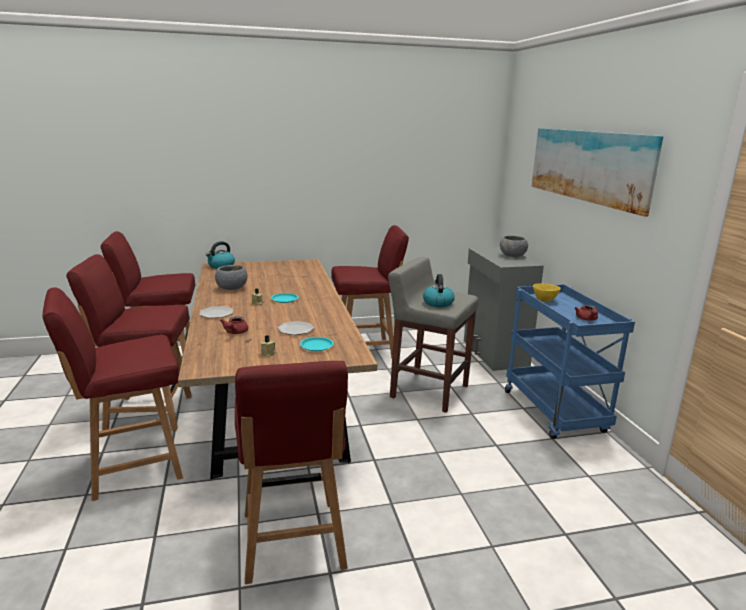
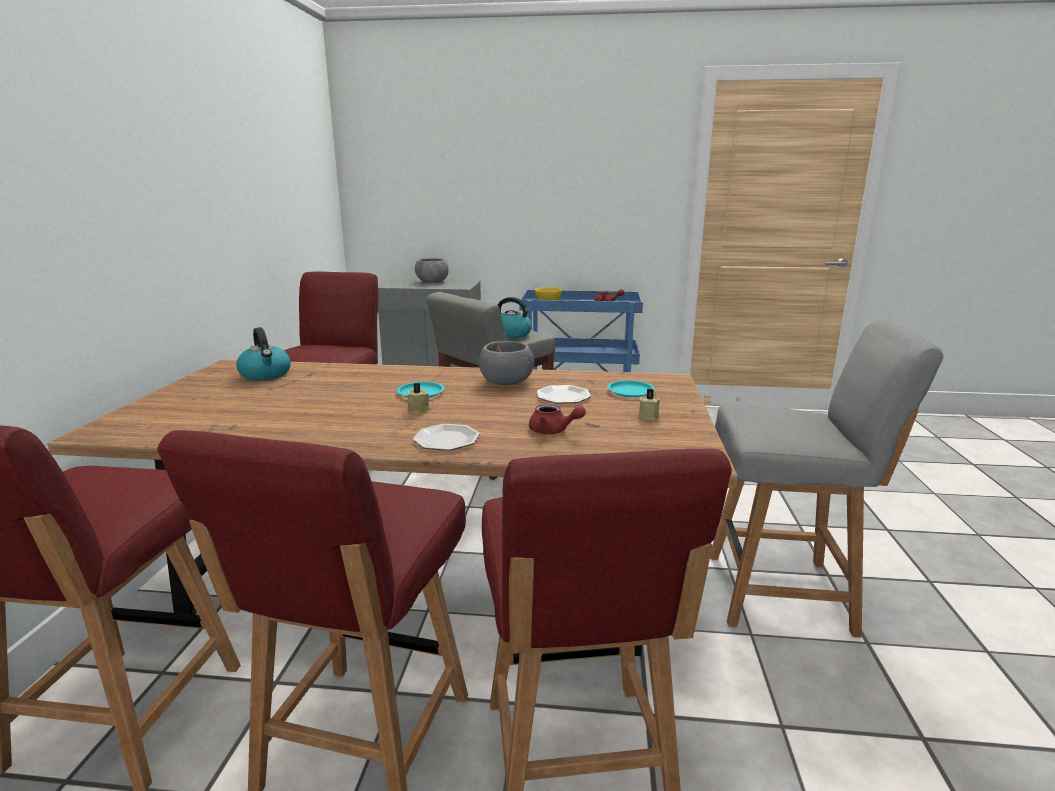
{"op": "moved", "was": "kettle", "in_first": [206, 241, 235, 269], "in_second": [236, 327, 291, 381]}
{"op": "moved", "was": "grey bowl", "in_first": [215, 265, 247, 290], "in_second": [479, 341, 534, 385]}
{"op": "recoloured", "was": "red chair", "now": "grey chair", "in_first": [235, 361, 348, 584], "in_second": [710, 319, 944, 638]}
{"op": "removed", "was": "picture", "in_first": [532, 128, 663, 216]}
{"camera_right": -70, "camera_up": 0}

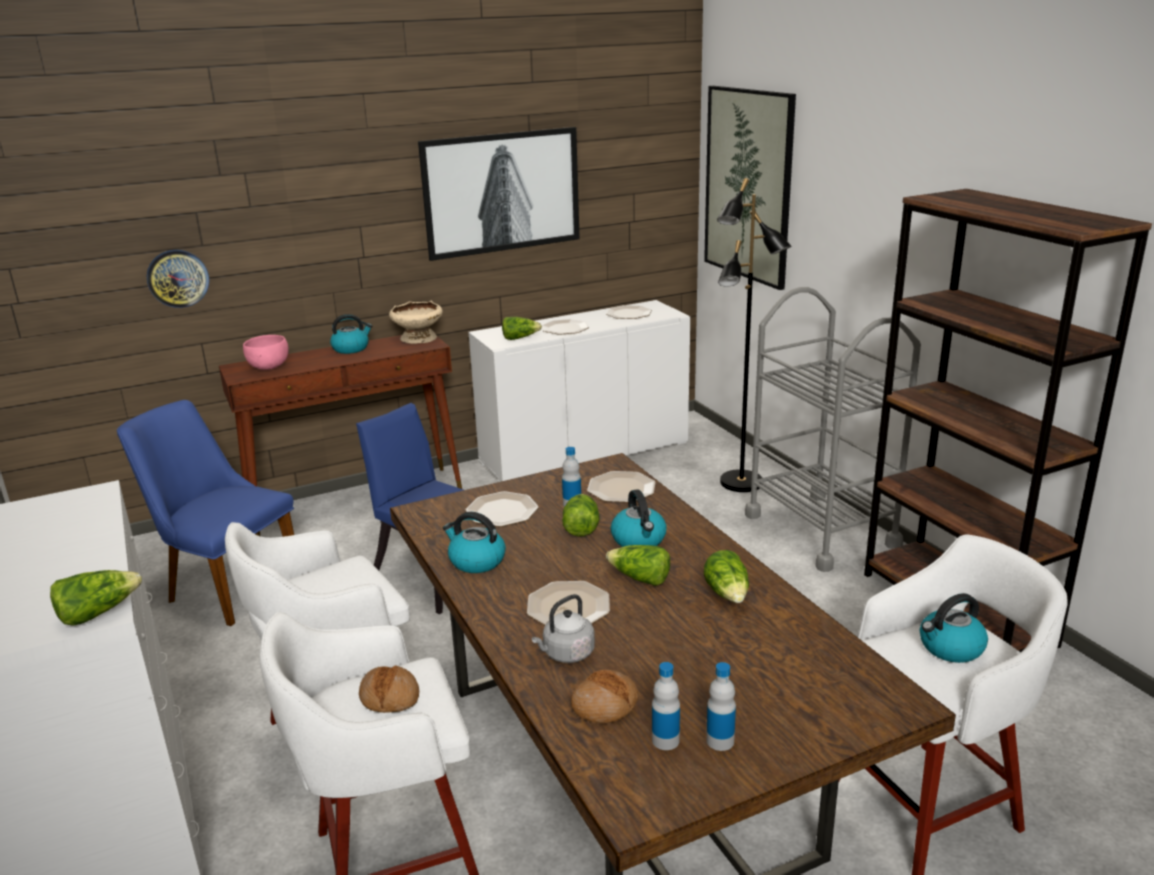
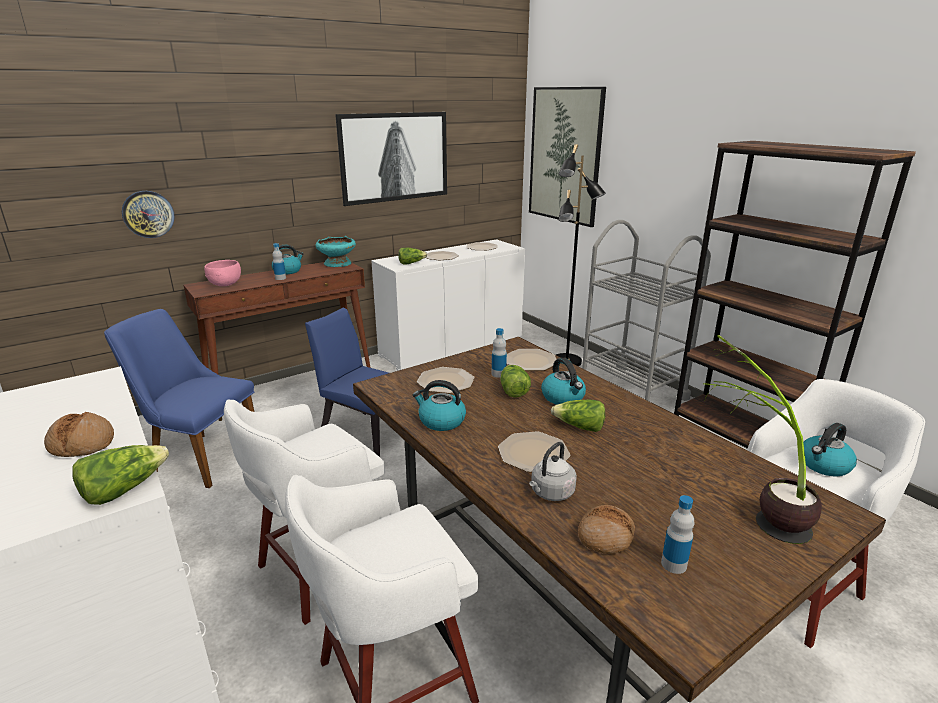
{"op": "moved", "was": "bread", "in_first": [359, 666, 419, 713], "in_second": [44, 412, 114, 457]}
{"op": "moved", "was": "bottle", "in_first": [706, 662, 736, 751], "in_second": [272, 243, 286, 280]}
{"op": "recoloured", "was": "beige bowl", "now": "turquoise bowl", "in_first": [389, 300, 443, 344], "in_second": [315, 236, 356, 267]}
{"op": "added", "now": "potted plant", "in_second": [703, 335, 822, 544]}
{"op": "removed", "was": "lettuce", "in_first": [704, 550, 749, 603]}
{"camera_right": -10, "camera_up": 0}

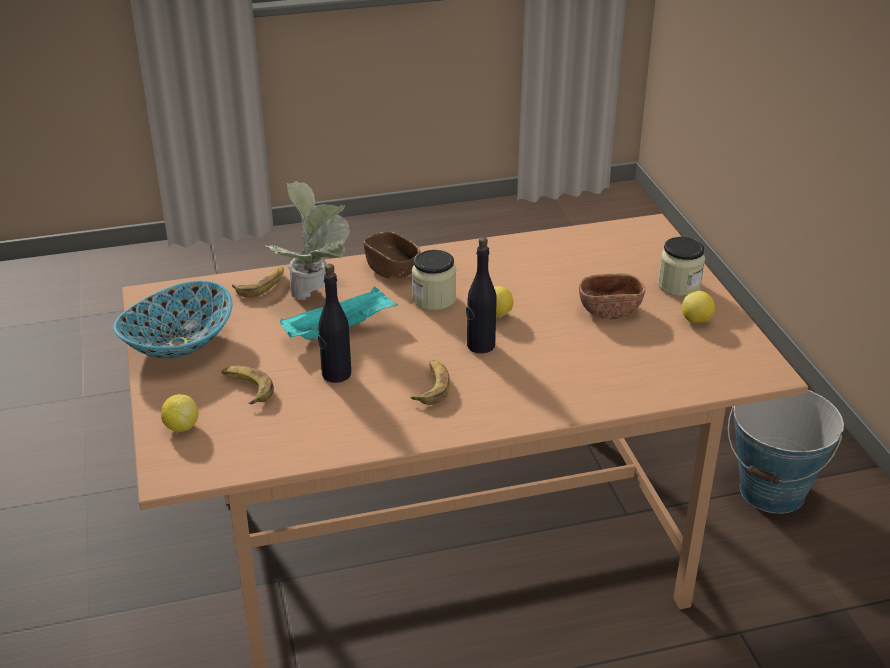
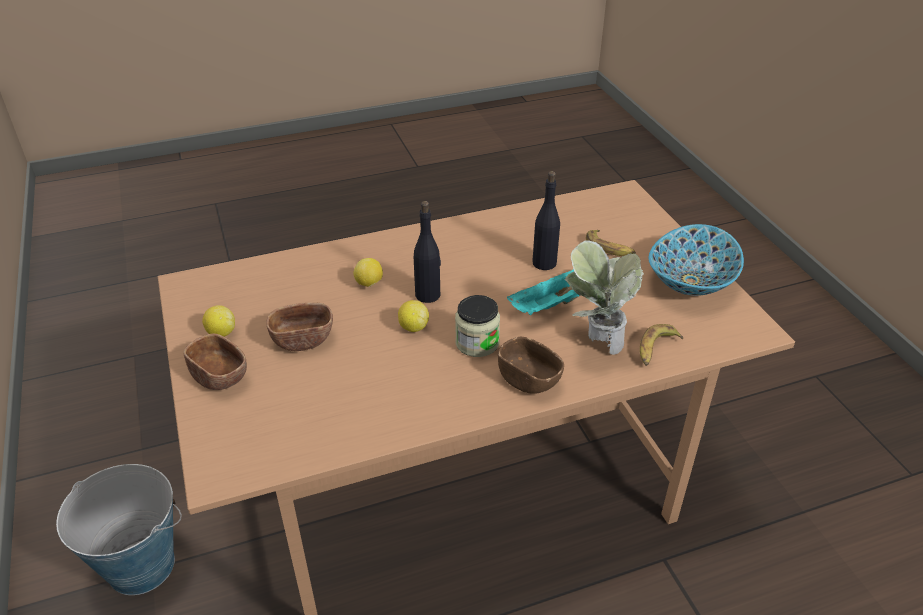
{"op": "replaced", "was": "jar", "now": "brown bowl", "in_first": [658, 237, 705, 296], "in_second": [183, 334, 247, 390]}
{"op": "moved", "was": "lemon", "in_first": [161, 394, 199, 432], "in_second": [354, 258, 383, 287]}
{"op": "removed", "was": "banana", "in_first": [410, 360, 450, 405]}
{"camera_right": 175, "camera_up": 5}

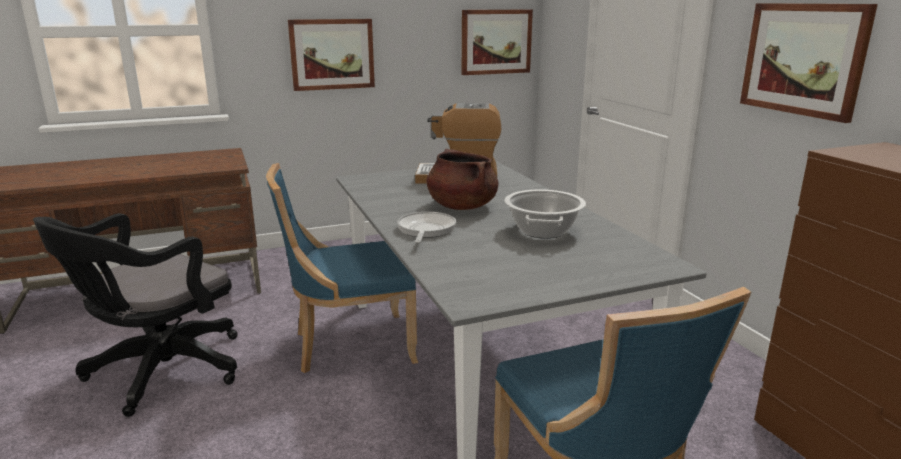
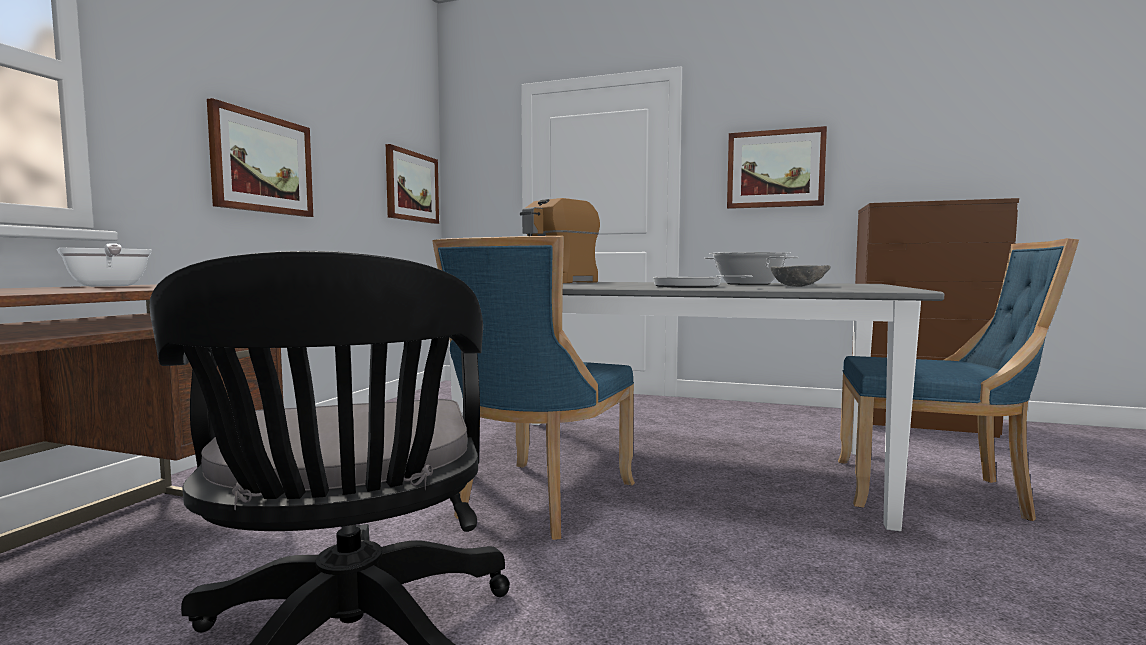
{"op": "added", "now": "frying pan", "in_second": [57, 243, 152, 287]}
{"op": "added", "now": "grey bowl", "in_second": [771, 265, 831, 287]}
{"op": "removed", "was": "brown cooking pot", "in_first": [426, 149, 498, 210]}
{"camera_right": -50, "camera_up": -15}

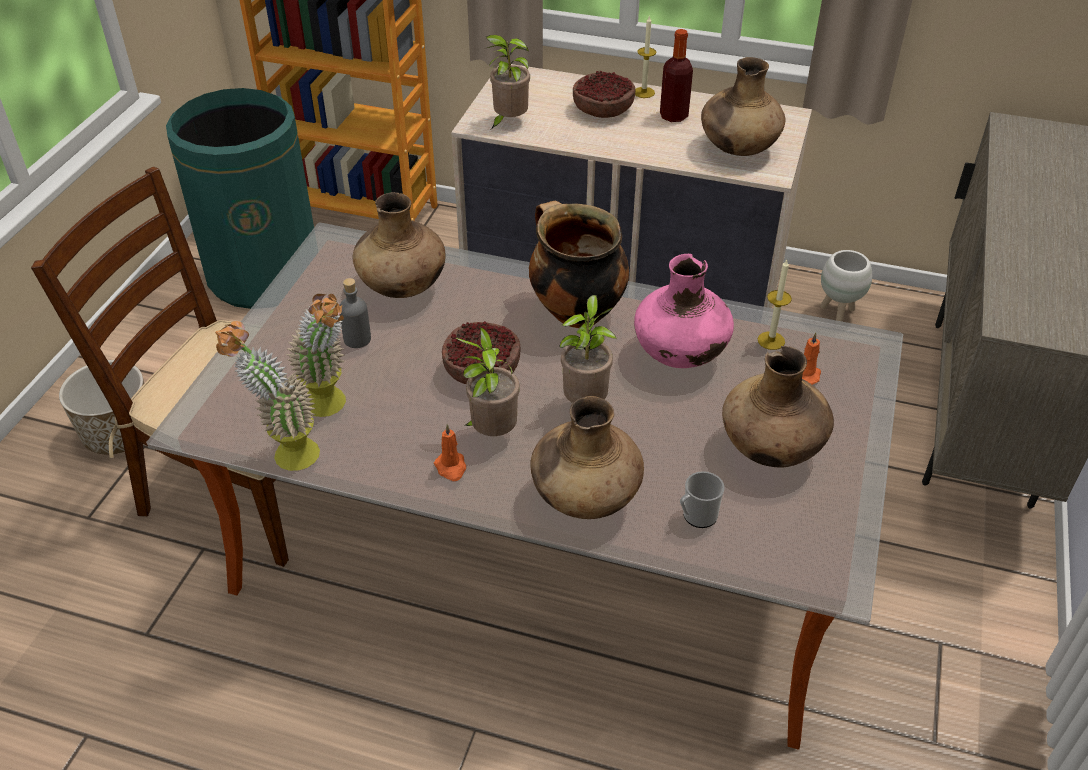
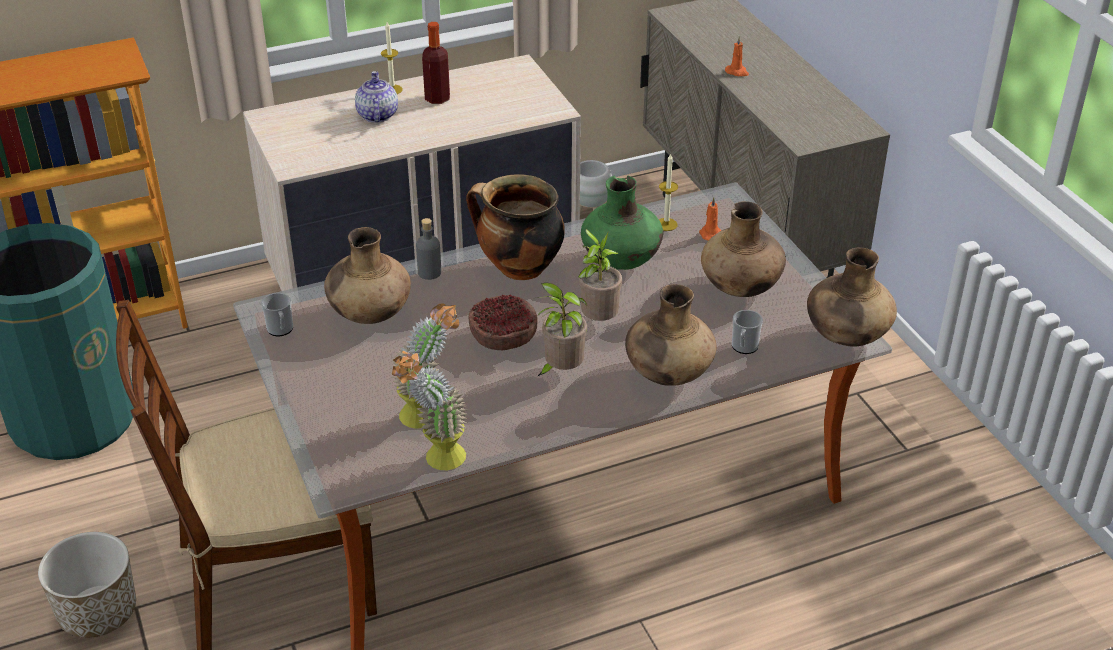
{"op": "added", "now": "mug", "in_second": [261, 293, 293, 336]}
{"op": "replaced", "was": "bowl", "now": "teapot", "in_first": [573, 71, 635, 118], "in_second": [355, 71, 398, 123]}
{"op": "moved", "was": "grey bottle", "in_first": [339, 278, 371, 348], "in_second": [416, 218, 441, 280]}
{"op": "recoloured", "was": "pink vase", "now": "green vase", "in_first": [634, 254, 734, 368], "in_second": [581, 175, 663, 270]}
{"op": "moved", "was": "orange candle", "in_first": [434, 424, 466, 481], "in_second": [725, 36, 749, 76]}
{"op": "moved", "was": "brown vase", "in_first": [701, 57, 785, 156], "in_second": [807, 247, 897, 347]}
{"op": "removed", "was": "potted plant", "in_first": [486, 35, 530, 129]}
{"camera_right": -40, "camera_up": -5}

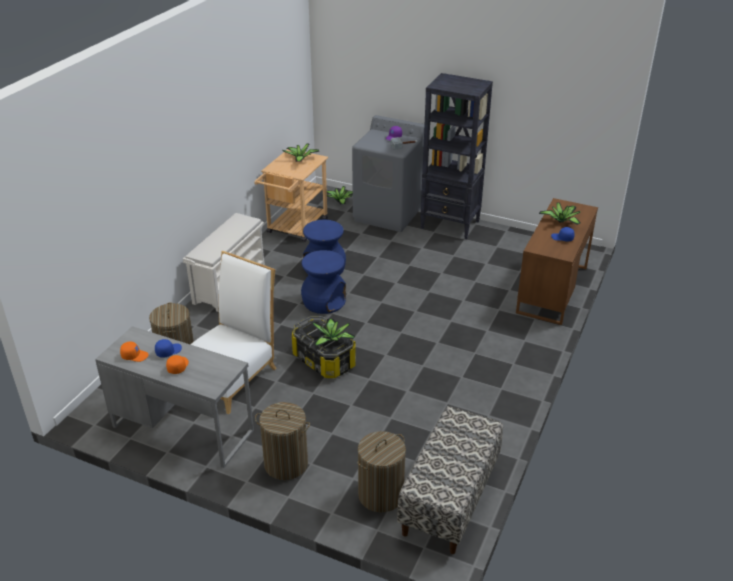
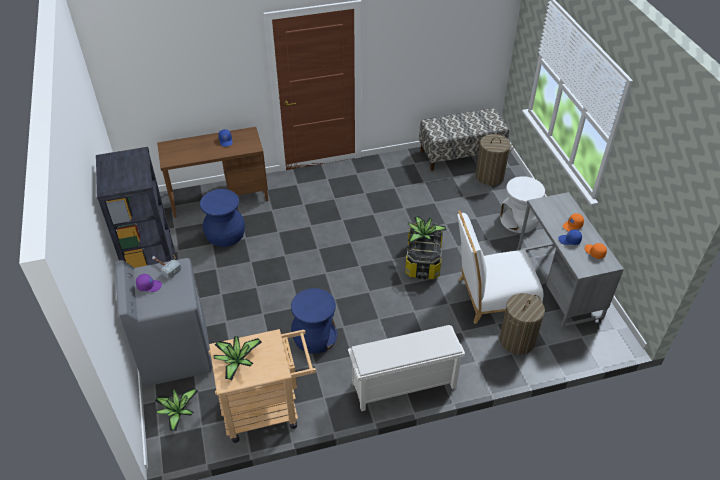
{"op": "moved", "was": "blue stool", "in_first": [301, 250, 346, 314], "in_second": [200, 189, 245, 247]}
{"op": "replaced", "was": "laundry basket", "now": "white stool", "in_first": [255, 402, 310, 480], "in_second": [500, 176, 545, 233]}
{"op": "removed", "was": "potted plant", "in_first": [539, 202, 581, 225]}
{"camera_right": -130, "camera_up": 10}

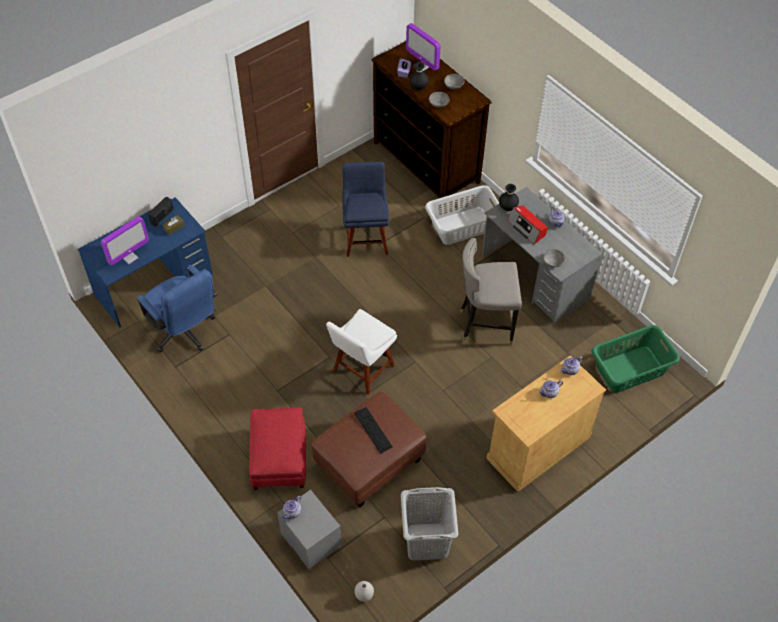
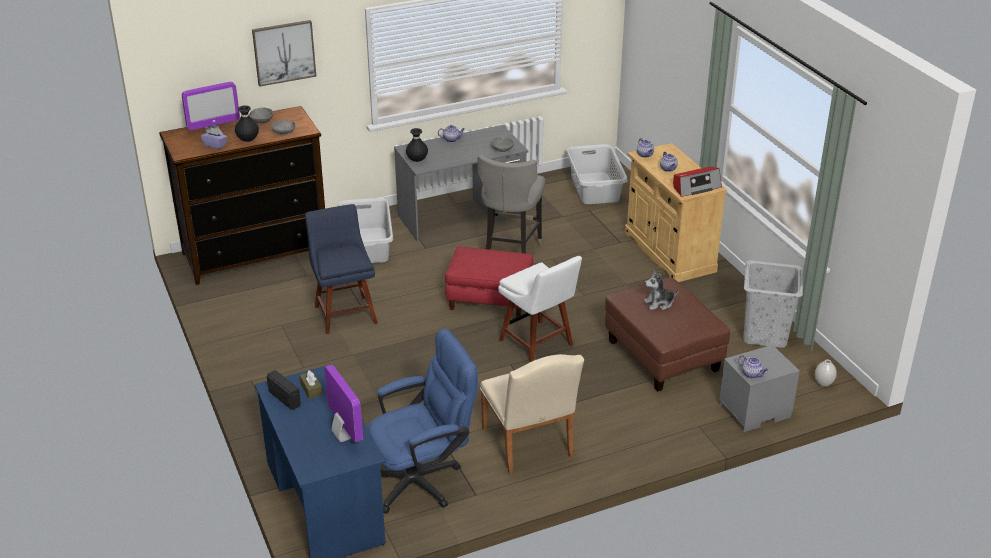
{"op": "added", "now": "picture", "in_second": [252, 20, 316, 87]}
{"op": "turned", "was": "blue chair", "in_first": [342, 162, 389, 257], "in_second": [305, 204, 378, 334], "clockwise": 60}
{"op": "moved", "was": "red ottoman", "in_first": [249, 407, 306, 490], "in_second": [445, 246, 533, 317]}
{"op": "added", "now": "beige chair", "in_second": [480, 354, 584, 474]}
{"op": "recoloured", "was": "green laundry basket", "now": "grey laundry basket", "in_first": [591, 325, 680, 393], "in_second": [566, 144, 628, 204]}
{"op": "replaced", "was": "keyboard", "now": "plush toy", "in_first": [354, 407, 392, 454], "in_second": [644, 270, 679, 310]}
{"op": "moved", "was": "radio", "in_first": [507, 206, 548, 245], "in_second": [673, 167, 722, 197]}
{"camera_right": -75, "camera_up": -20}

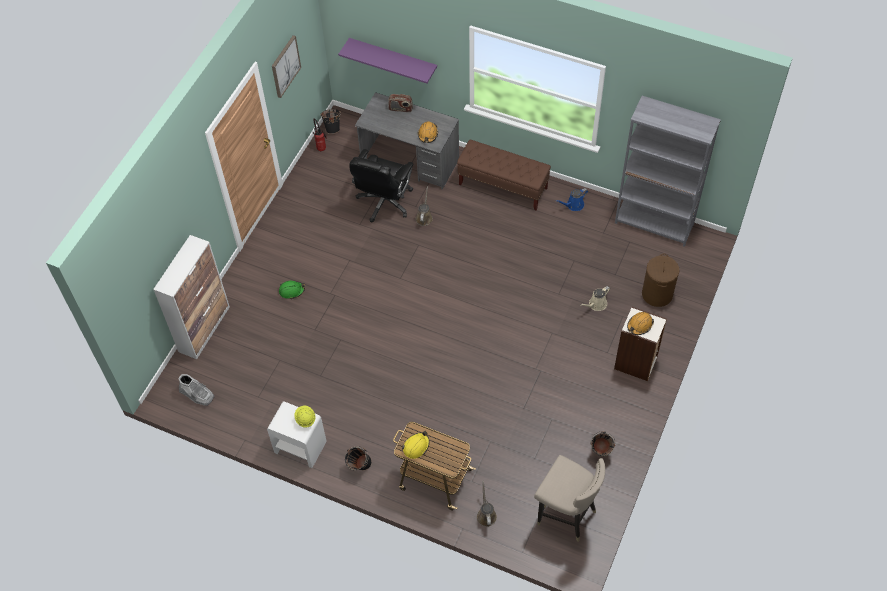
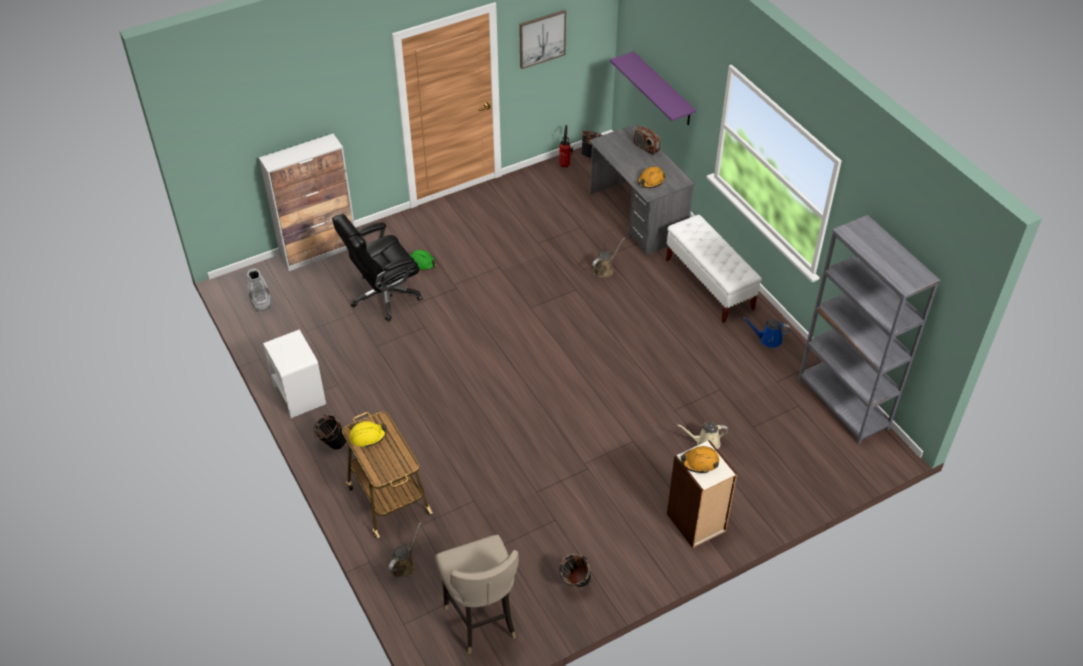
{"op": "moved", "was": "black office chair", "in_first": [349, 149, 413, 223], "in_second": [332, 214, 423, 321]}
{"op": "recoloured", "was": "brown bench", "now": "white bench", "in_first": [457, 140, 551, 211], "in_second": [666, 215, 762, 323]}
{"op": "removed", "was": "yellow hard hat", "in_first": [294, 405, 315, 428]}
{"op": "removed", "was": "brown laundry basket", "in_first": [642, 254, 680, 307]}
{"camera_right": 35, "camera_up": -10}

